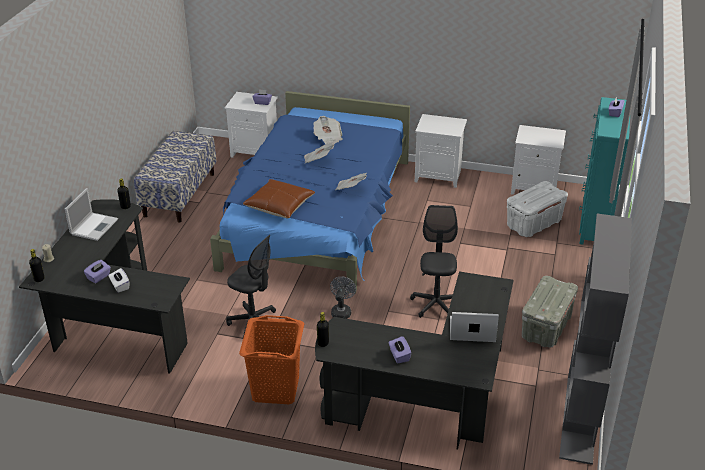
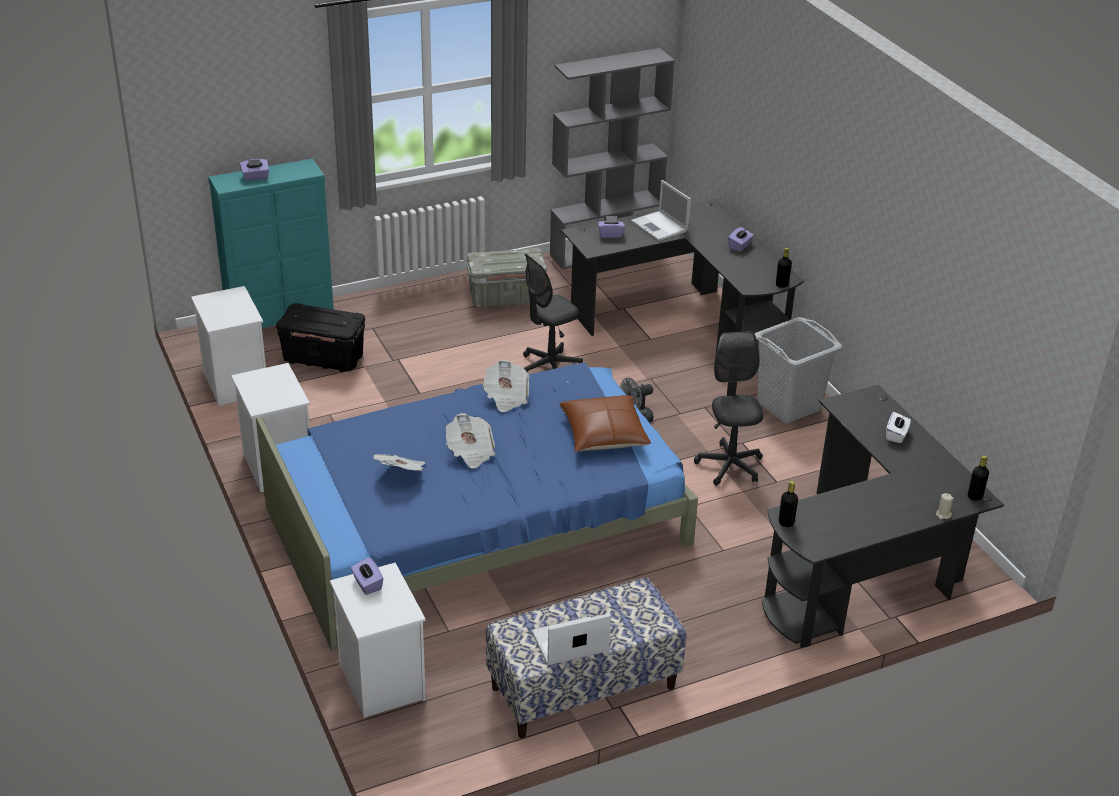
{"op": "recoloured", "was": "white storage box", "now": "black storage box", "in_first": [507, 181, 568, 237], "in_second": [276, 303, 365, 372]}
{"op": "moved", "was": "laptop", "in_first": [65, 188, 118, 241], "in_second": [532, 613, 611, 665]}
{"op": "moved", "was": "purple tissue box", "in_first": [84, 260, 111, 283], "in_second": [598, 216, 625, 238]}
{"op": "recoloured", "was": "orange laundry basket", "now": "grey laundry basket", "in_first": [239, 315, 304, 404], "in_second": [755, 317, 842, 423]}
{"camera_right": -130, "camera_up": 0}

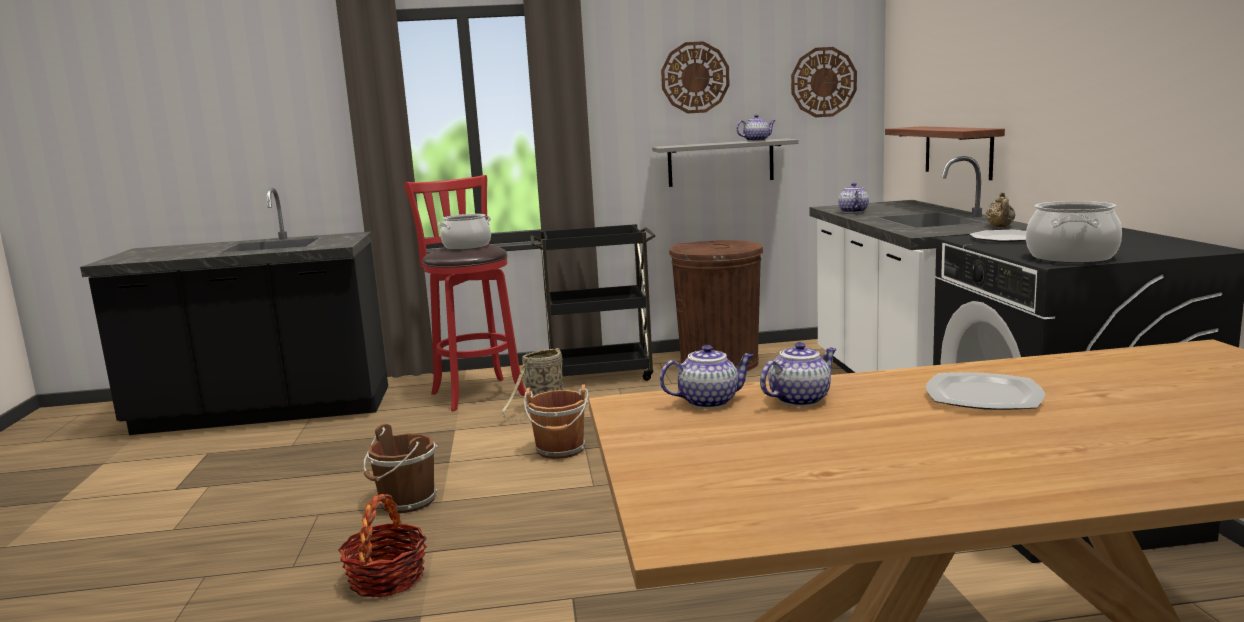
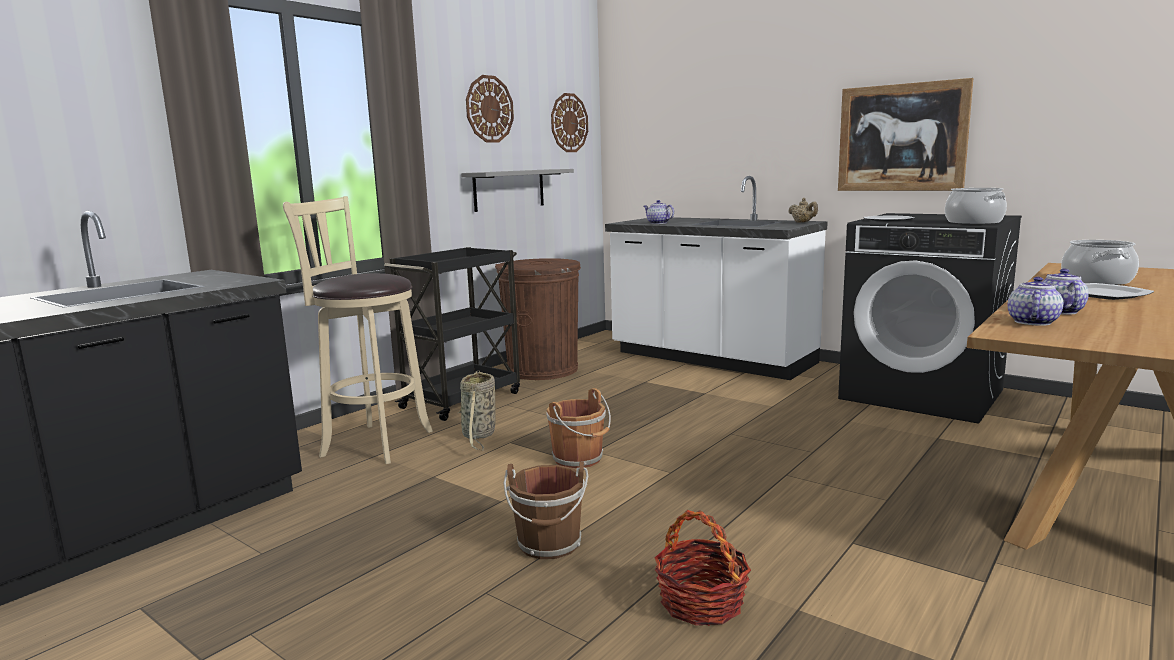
{"op": "recoloured", "was": "red stool", "now": "beige stool", "in_first": [404, 175, 526, 412], "in_second": [283, 196, 433, 464]}
{"op": "added", "now": "picture", "in_second": [838, 78, 973, 191]}
{"op": "moved", "was": "cooking pot", "in_first": [438, 214, 491, 250], "in_second": [1061, 240, 1139, 285]}
{"op": "removed", "was": "teapot", "in_first": [736, 115, 776, 141]}
{"op": "removed", "was": "shelf", "in_first": [885, 126, 1005, 180]}
{"camera_right": -45, "camera_up": 0}

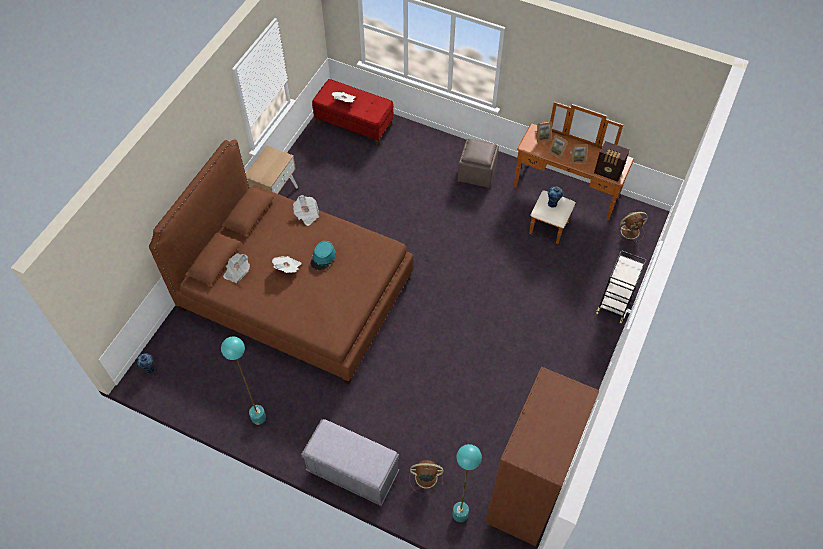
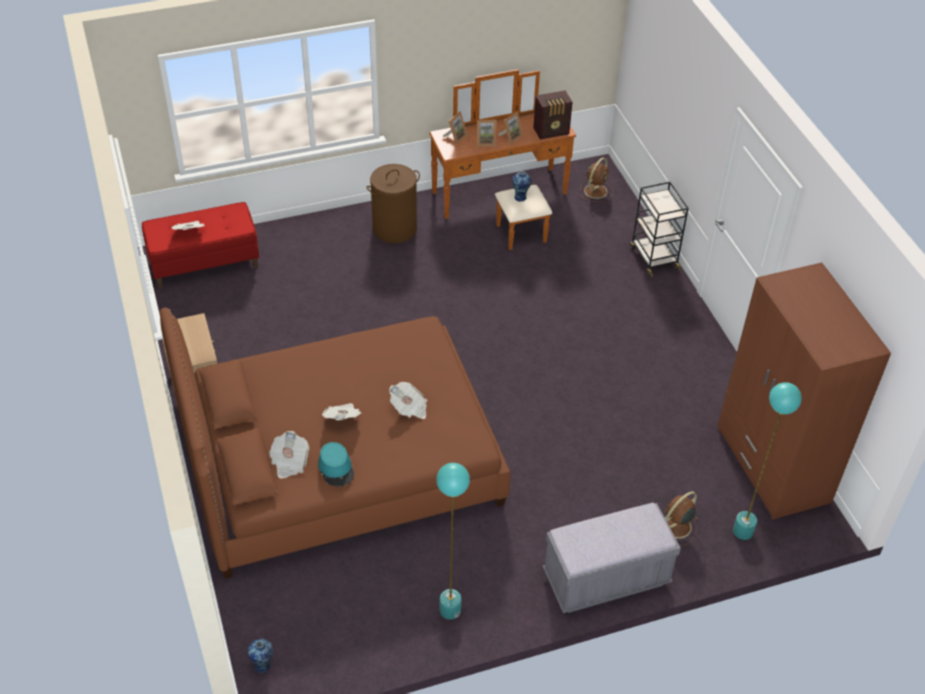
{"op": "moved", "was": "turquoise hat", "in_first": [310, 241, 336, 270], "in_second": [318, 442, 354, 486]}
{"op": "replaced", "was": "brown ottoman", "now": "brown laundry basket", "in_first": [458, 138, 499, 188], "in_second": [366, 164, 420, 243]}
{"op": "moved", "was": "newspaper", "in_first": [293, 195, 319, 226], "in_second": [389, 382, 427, 419]}
{"camera_right": -45, "camera_up": -10}

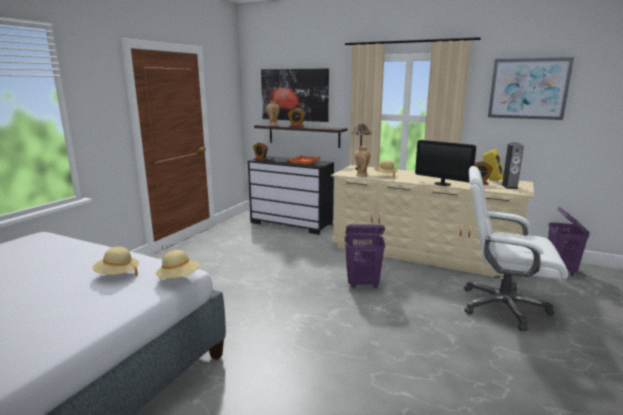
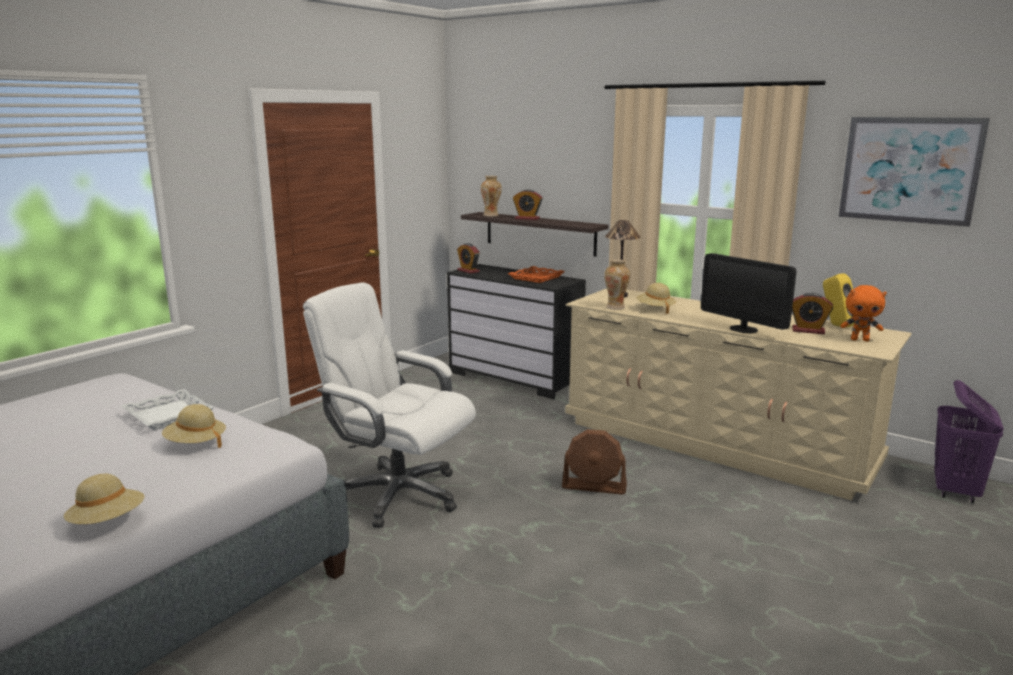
{"op": "moved", "was": "beige hat", "in_first": [156, 250, 200, 278], "in_second": [64, 474, 145, 524]}
{"op": "added", "now": "white tray", "in_second": [121, 389, 214, 430]}
{"op": "moved", "was": "white office chair", "in_first": [464, 166, 568, 331], "in_second": [303, 282, 476, 528]}
{"op": "replaced", "was": "purple laundry basket", "now": "brown fan", "in_first": [345, 224, 385, 288], "in_second": [562, 429, 627, 495]}
{"op": "replaced", "was": "speaker", "now": "orange plush toy", "in_first": [501, 143, 524, 189], "in_second": [840, 285, 887, 341]}
{"op": "removed", "was": "picture", "in_first": [261, 68, 329, 122]}
{"camera_right": 10, "camera_up": 0}

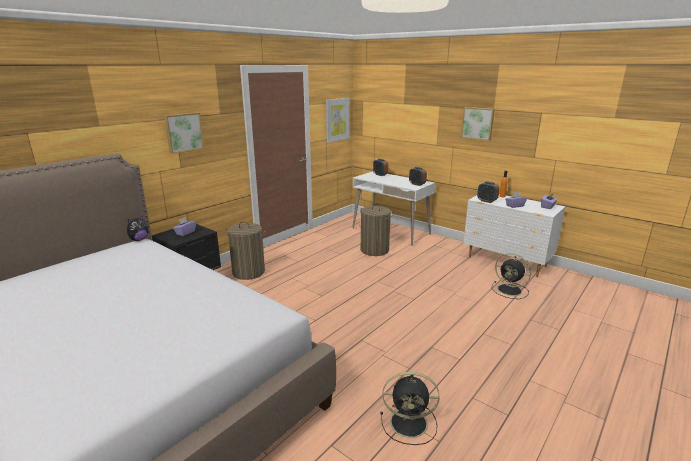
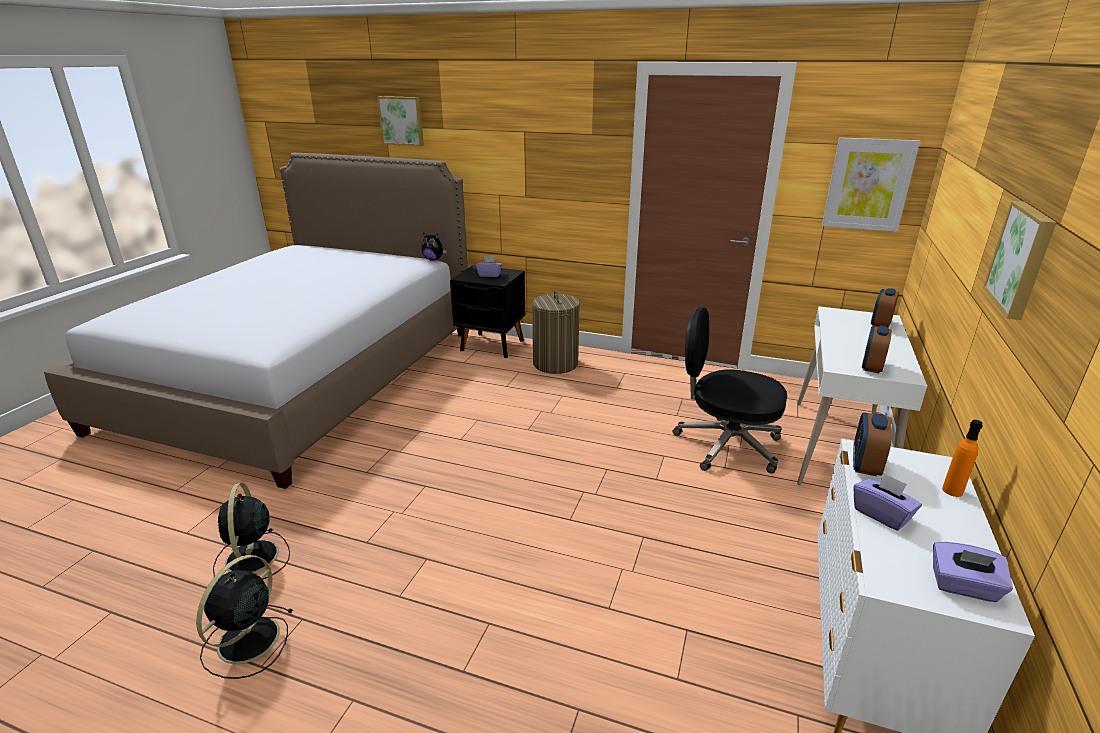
{"op": "moved", "was": "black fan", "in_first": [492, 253, 531, 299], "in_second": [196, 555, 293, 679]}
{"op": "moved", "was": "picture", "in_first": [164, 112, 204, 154], "in_second": [377, 96, 424, 146]}
{"op": "replaced", "was": "laundry basket", "now": "black office chair", "in_first": [360, 204, 392, 256], "in_second": [672, 307, 787, 474]}
{"camera_right": 70, "camera_up": 5}

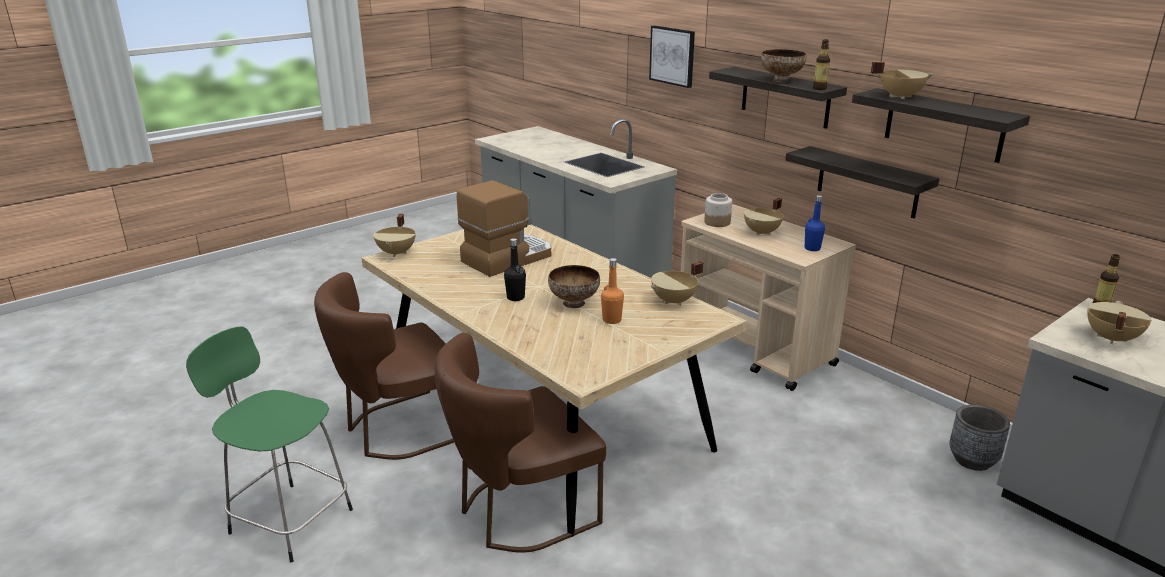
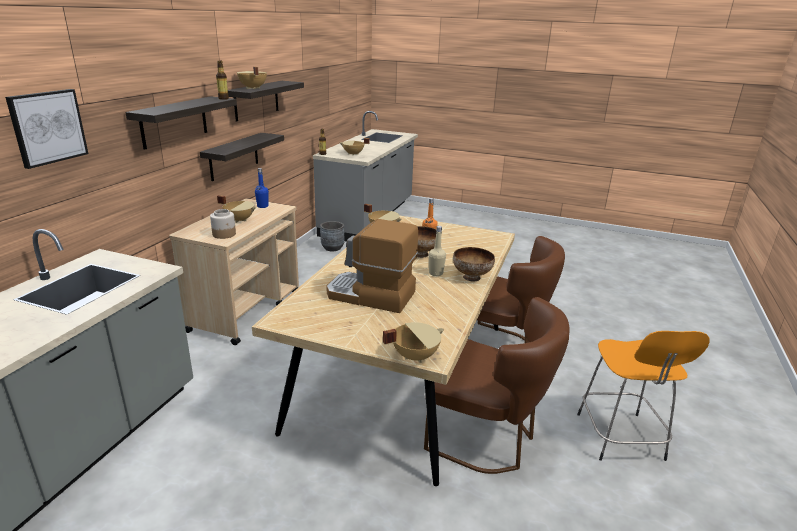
{"op": "recoloured", "was": "black bottle", "now": "beige bottle", "in_first": [504, 238, 526, 301], "in_second": [429, 226, 446, 276]}
{"op": "moved", "was": "bowl", "in_first": [761, 49, 807, 83], "in_second": [453, 247, 495, 281]}
{"op": "recoloured", "was": "green stool", "now": "orange stool", "in_first": [186, 327, 353, 562], "in_second": [577, 331, 710, 461]}
{"camera_right": -120, "camera_up": 0}

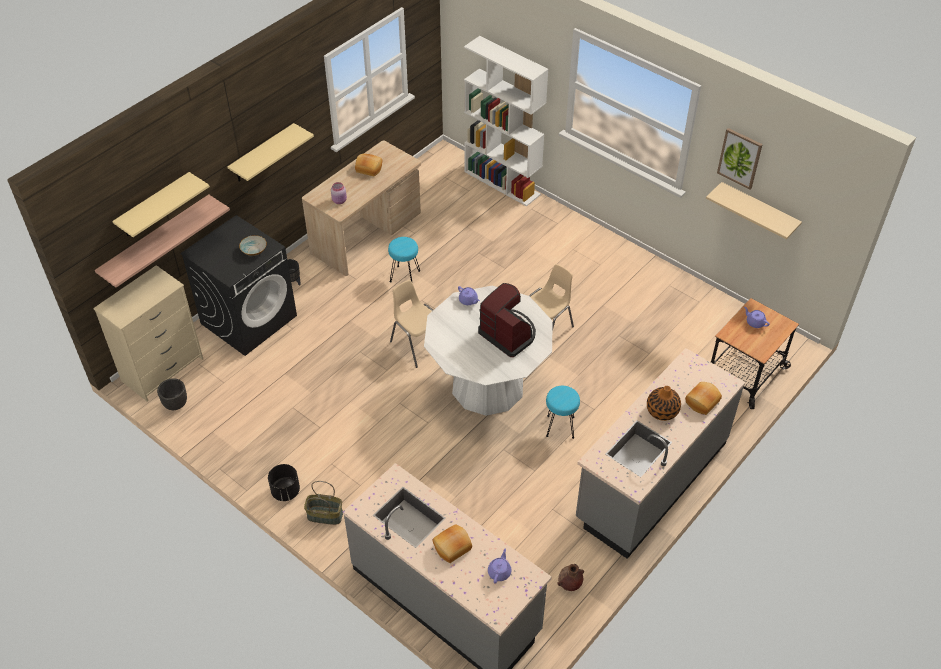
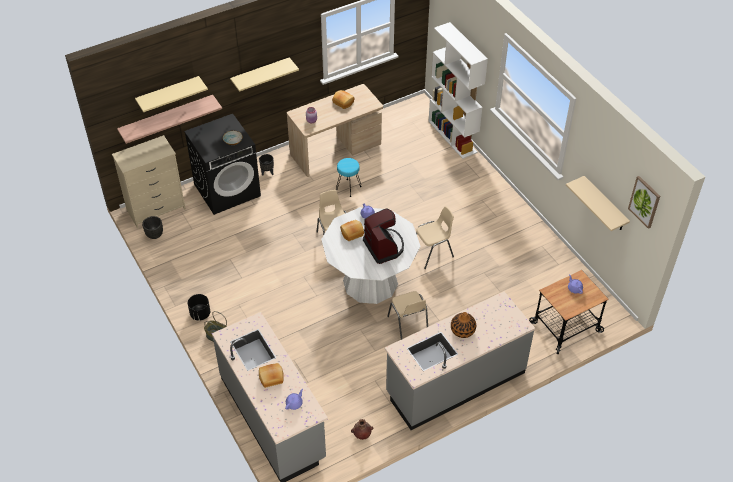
{"op": "moved", "was": "bread", "in_first": [685, 382, 722, 415], "in_second": [340, 220, 364, 241]}
{"op": "replaced", "was": "turquoise stool", "now": "beige chair", "in_first": [546, 386, 580, 439], "in_second": [387, 291, 428, 340]}
{"op": "moved", "was": "picture", "in_first": [717, 128, 763, 189], "in_second": [628, 176, 660, 229]}
{"camera_right": 20, "camera_up": 0}

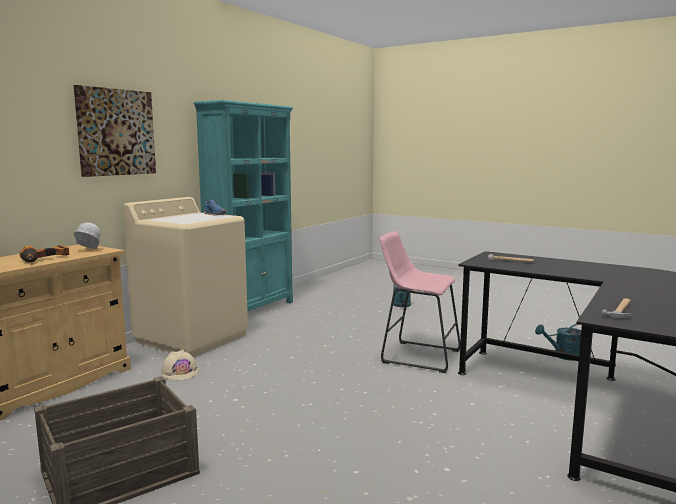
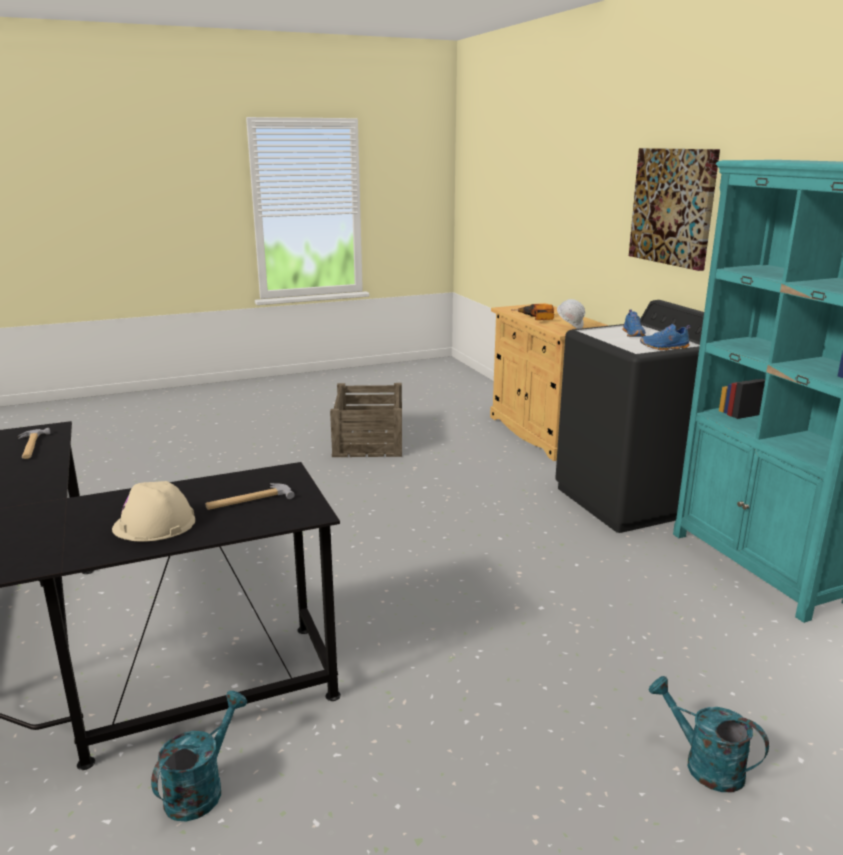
{"op": "moved", "was": "beige hard hat", "in_first": [161, 350, 199, 380], "in_second": [112, 481, 195, 541]}
{"op": "recoloured", "was": "beige washing machine", "now": "black washing machine", "in_first": [123, 197, 248, 357], "in_second": [555, 300, 704, 533]}
{"op": "added", "now": "blue shoe", "in_second": [622, 309, 646, 337]}
{"op": "removed", "was": "pink stool", "in_first": [380, 231, 460, 373]}
{"camera_right": 125, "camera_up": 10}

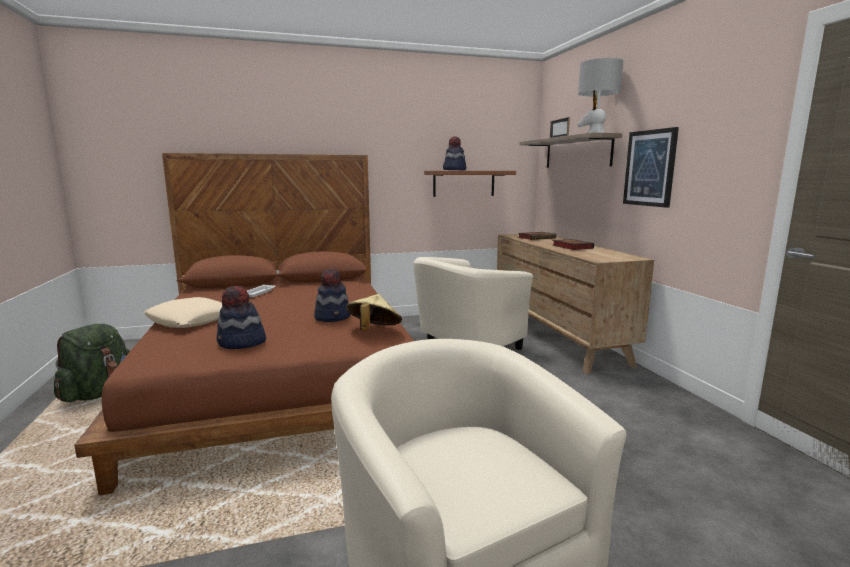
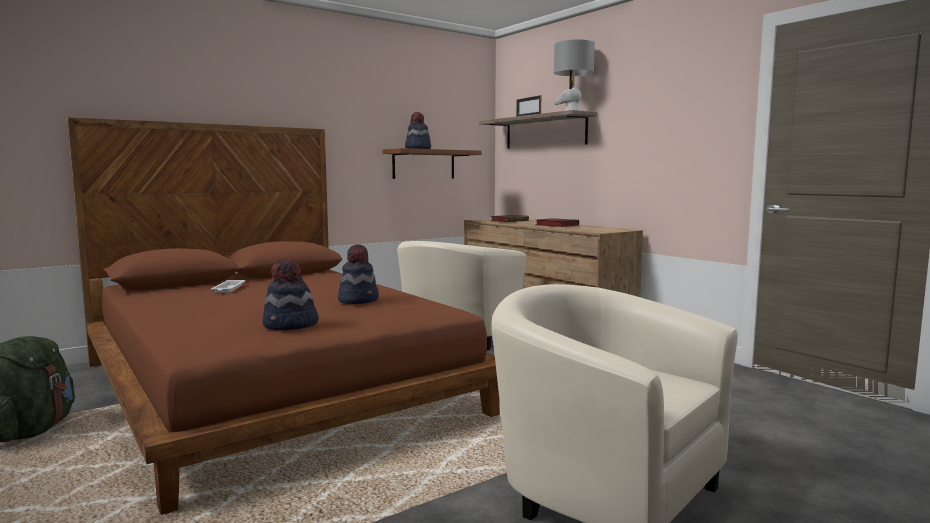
{"op": "removed", "was": "beige pillow", "in_first": [144, 297, 222, 328]}
{"op": "removed", "was": "beige hat", "in_first": [346, 294, 402, 331]}
{"op": "removed", "was": "picture", "in_first": [623, 127, 679, 208]}
{"camera_right": -20, "camera_up": -5}

